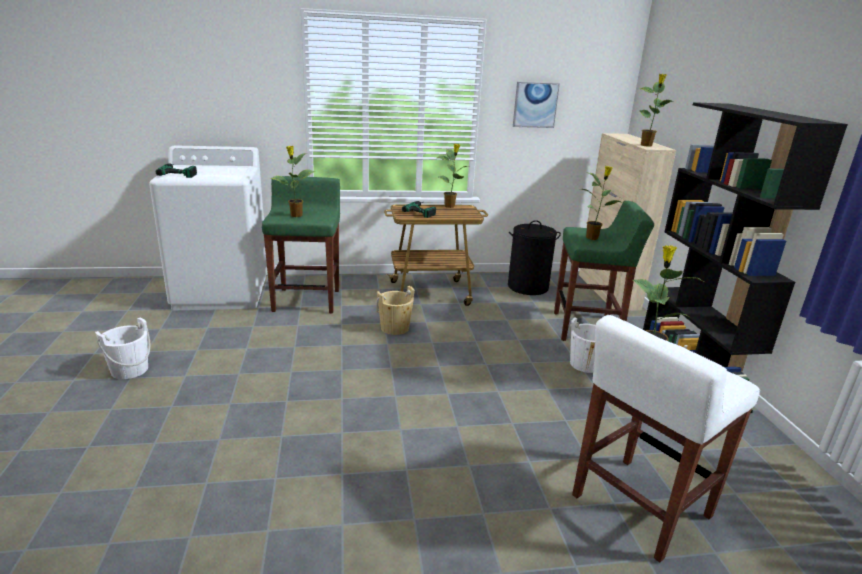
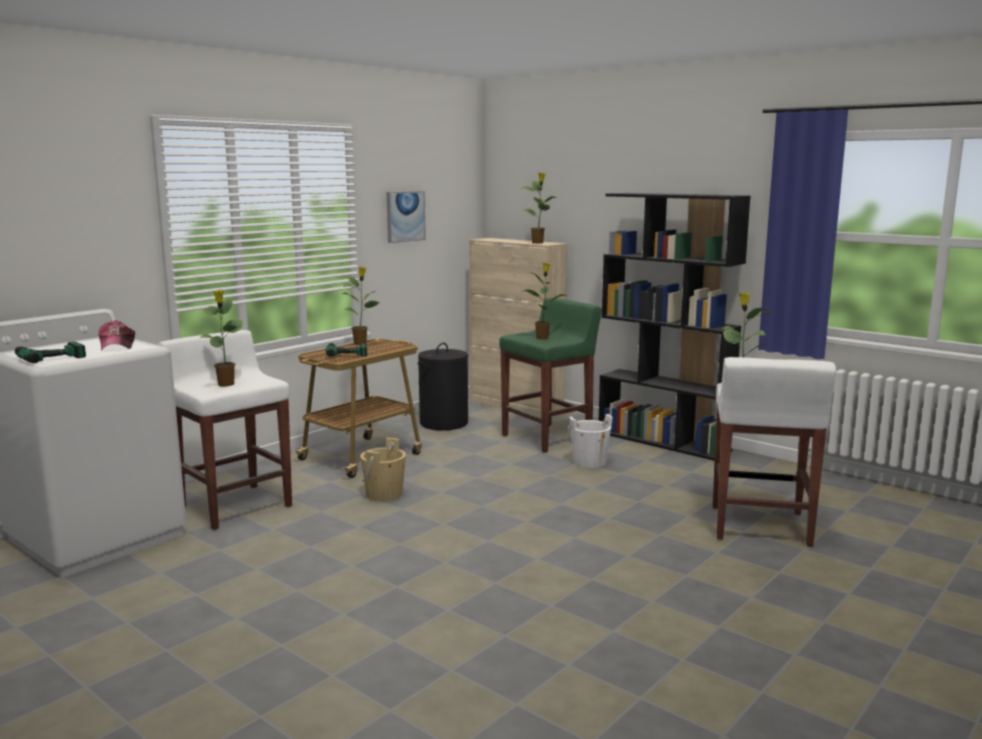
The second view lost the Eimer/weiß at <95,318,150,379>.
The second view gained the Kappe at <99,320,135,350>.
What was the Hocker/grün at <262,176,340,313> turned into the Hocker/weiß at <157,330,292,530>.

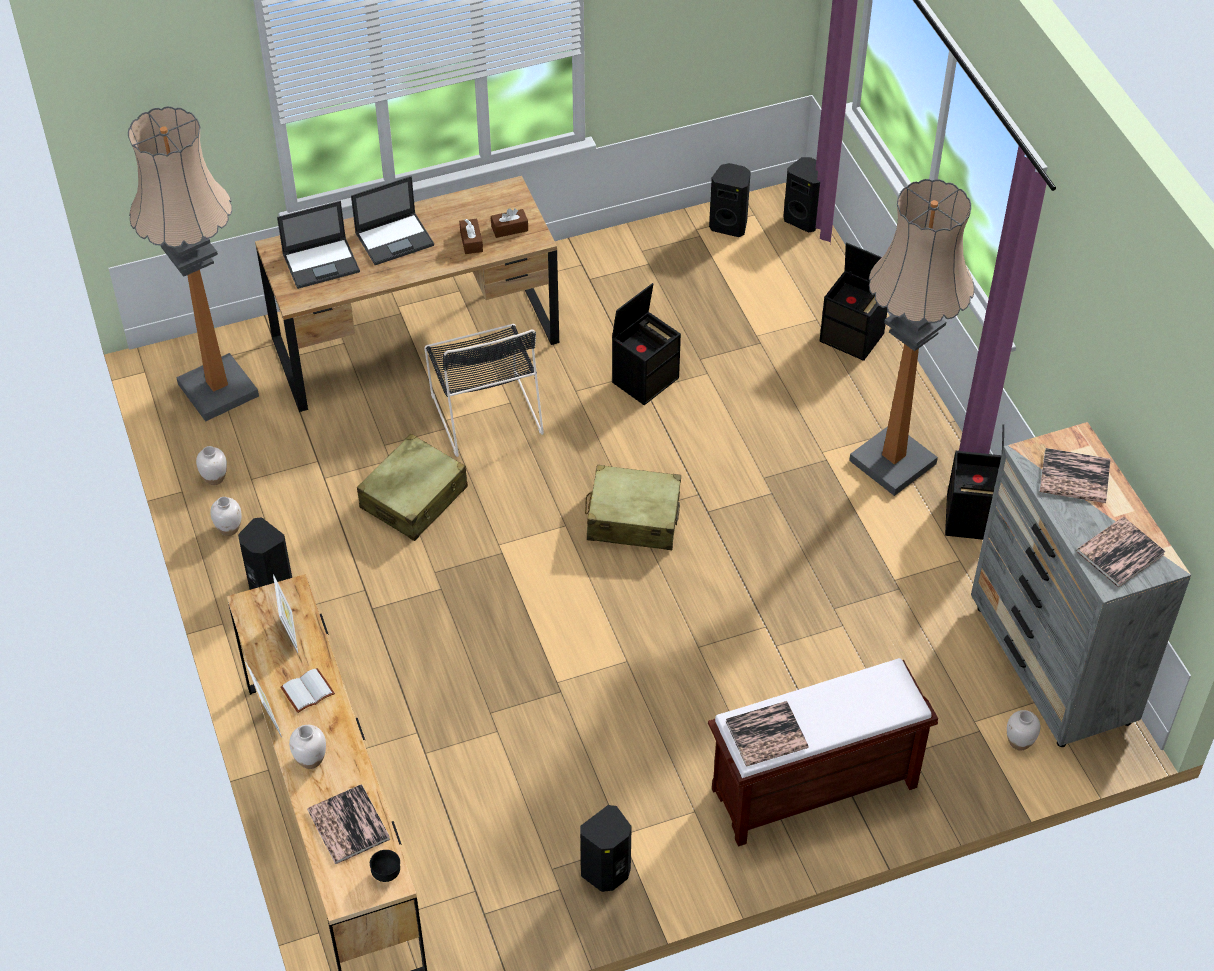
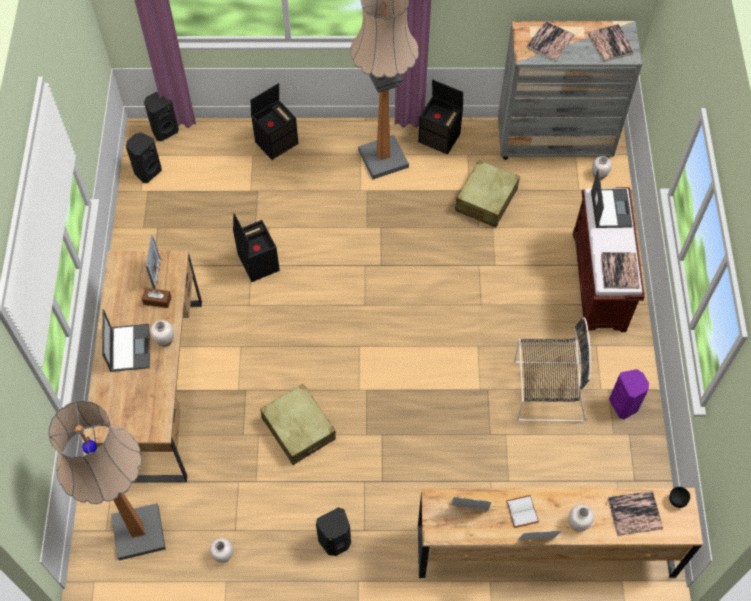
The Vase/weiß ended up elsewhere, having gone from <210,497,241,536> to <151,320,174,347>.
The Laptop ended up elsewhere, having gone from <277,201,360,289> to <591,169,633,228>.
The Stuhl/schwarz ended up elsewhere, having gone from <424,324,544,457> to <514,317,591,423>.
The Koffer/beige ended up elsewhere, having gone from <585,464,681,550> to <455,160,520,227>.
Where the Taschentuchbox/braun stood at <491,208,528,238>, the Bilderrahmen came to stand at <146,235,161,289>.
What was the Lautsprecher/schwarz at <580,805,632,892> turned into the Lautsprecher/lila at <609,369,649,419>.

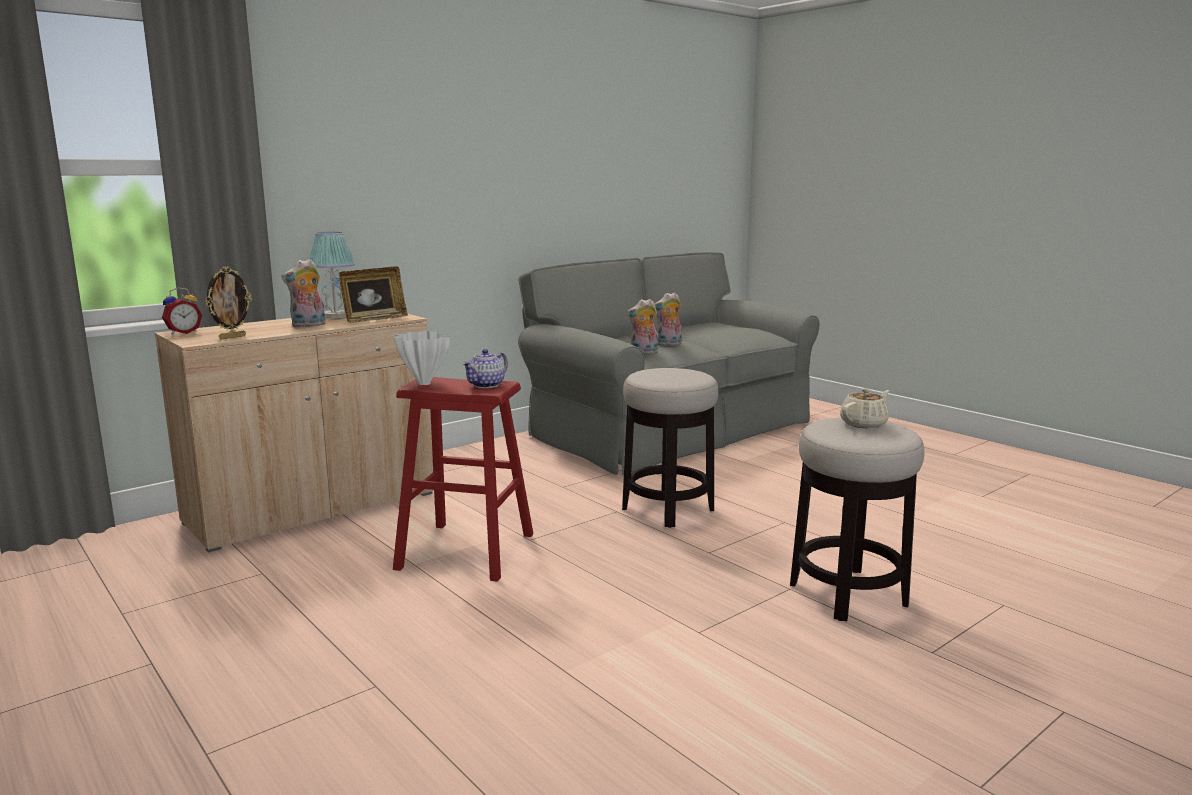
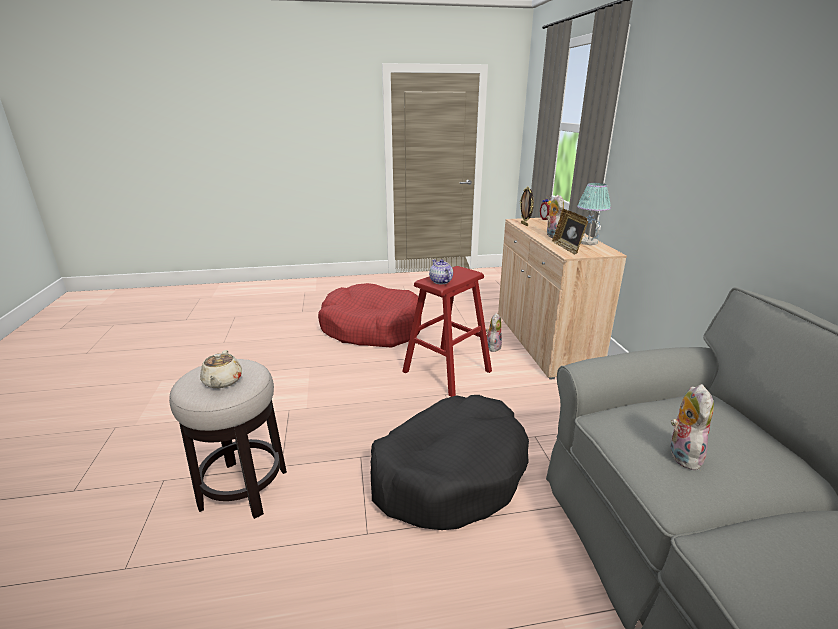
The second view lost the Vase/weiß at <394,331,450,385>.
The second view gained the Hundebett/rot at <318,283,421,348>.
The Plüschtier ended up elsewhere, having gone from <627,299,658,354> to <486,313,502,352>.
Where the Hocker stood at <622,368,719,528>, the Hundebett/schwarz came to stand at <371,395,529,530>.

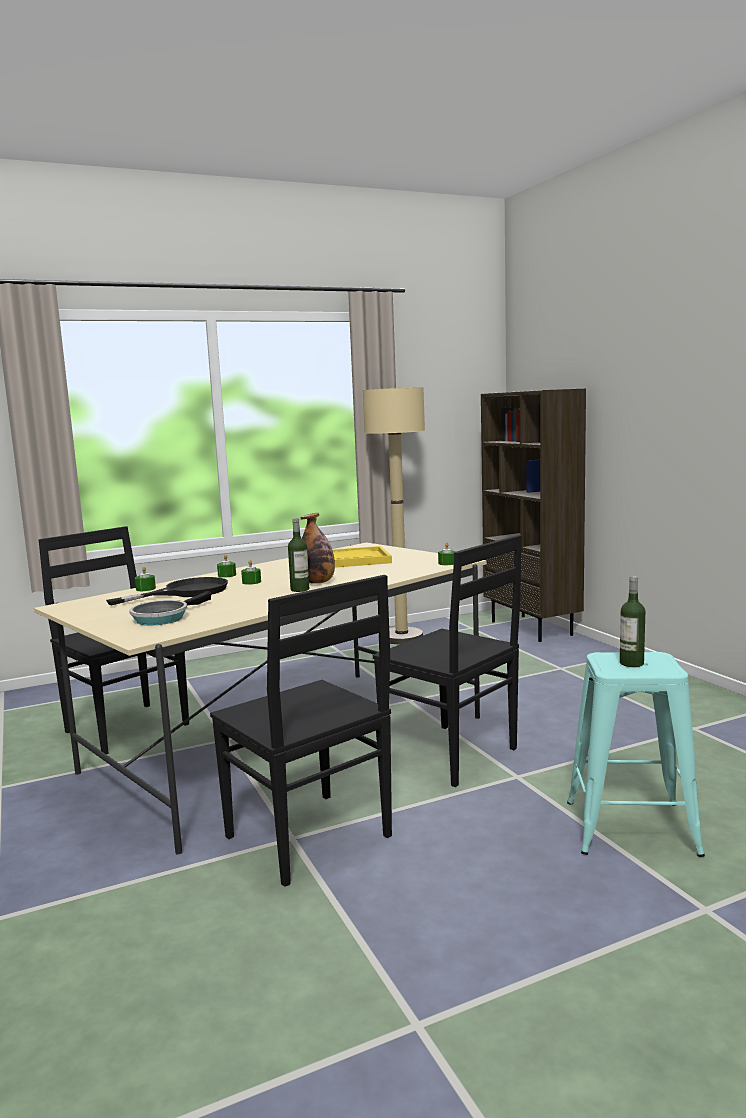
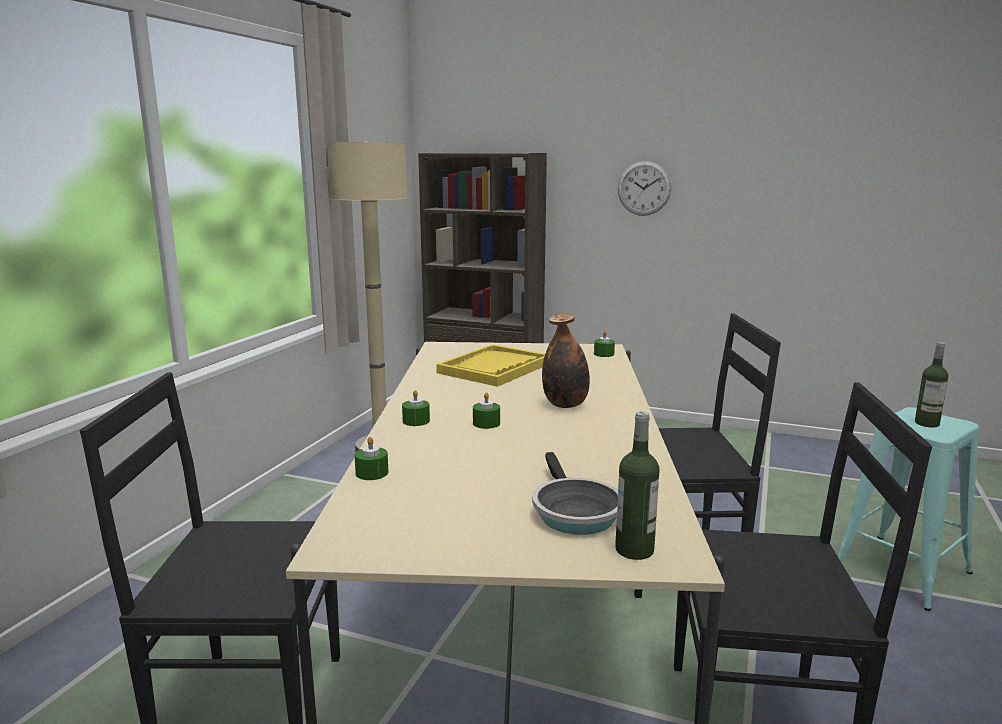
The second view lost the Pfanne/schwarz at <106,577,228,605>.
The second view gained the Wanduhr at <618,161,671,216>.
The Flasche ended up elsewhere, having gone from <288,518,309,592> to <615,411,660,560>.

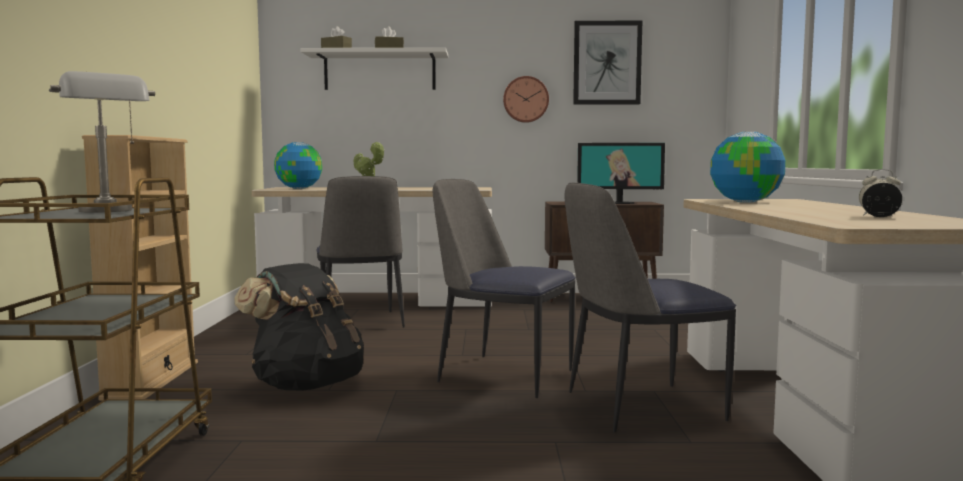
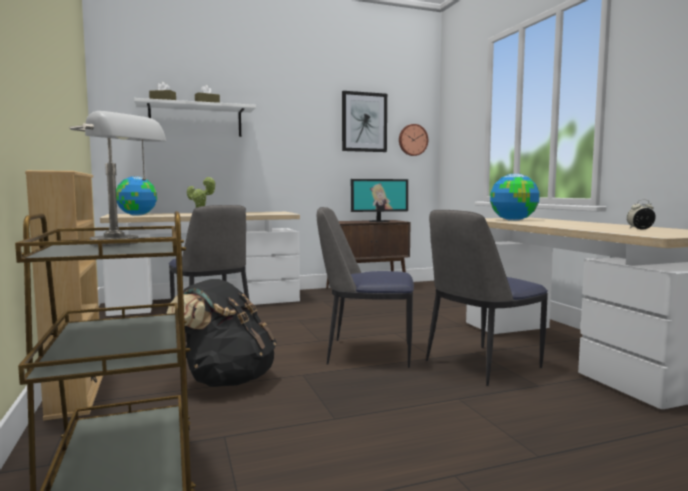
The Wanduhr ended up elsewhere, having gone from <503,76,549,123> to <399,124,428,156>.

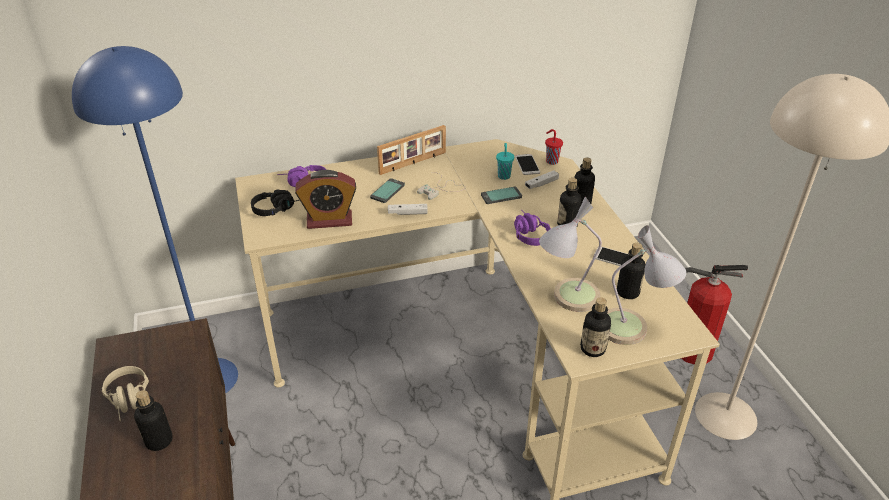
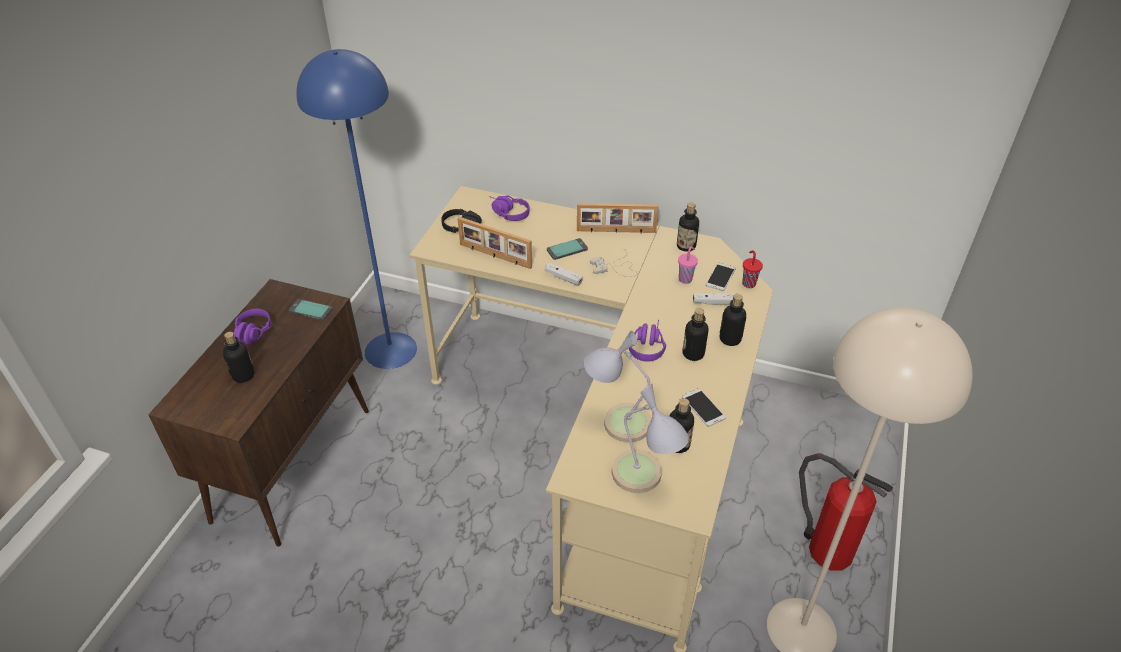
The Handy ended up elsewhere, having gone from <481,187,522,204> to <289,299,333,320>.
The Flasche ended up elsewhere, having gone from <580,297,611,357> to <677,203,699,252>.
Where the Wecker stood at <295,170,356,229>, the Bilderrahmen came to stand at <458,217,532,269>.
What was the Kopfhörer/beige at <102,366,149,421> turned into the Kopfhörer/lila at <234,309,271,345>.
What was the Tasse/türkis at <496,143,514,180> turned into the Tasse/rosa at <678,246,698,284>.

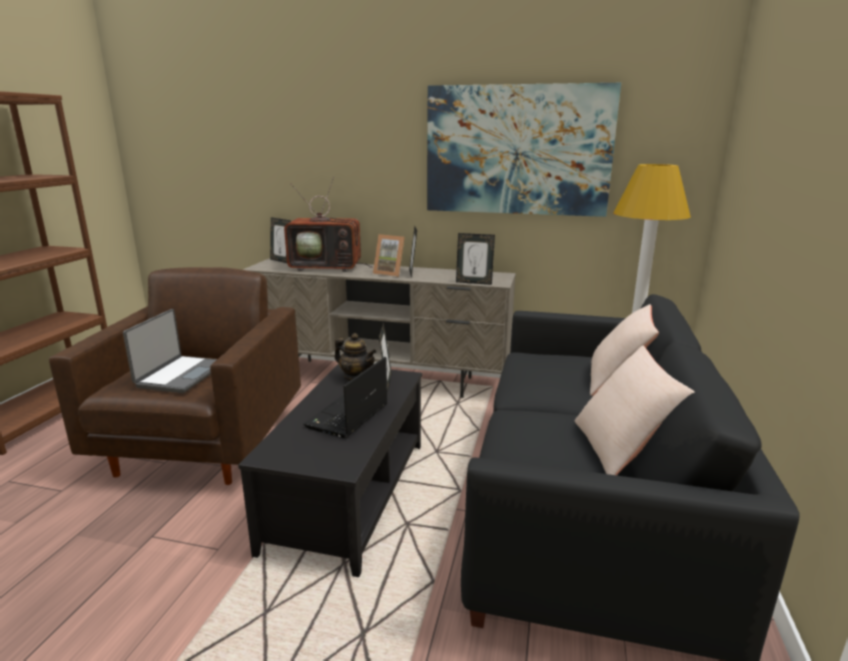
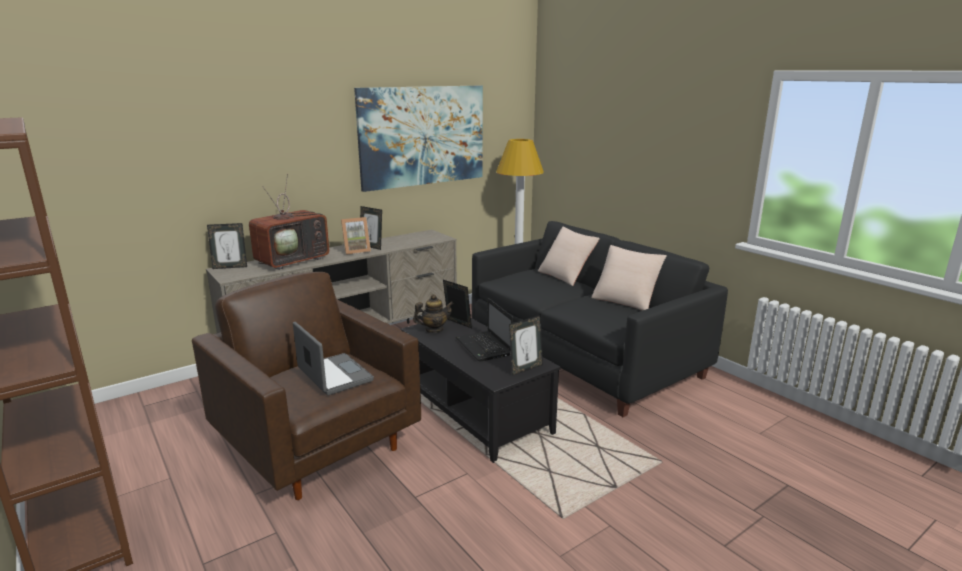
The Bilderrahmen ended up elsewhere, having gone from <456,233,495,285> to <509,315,543,376>.

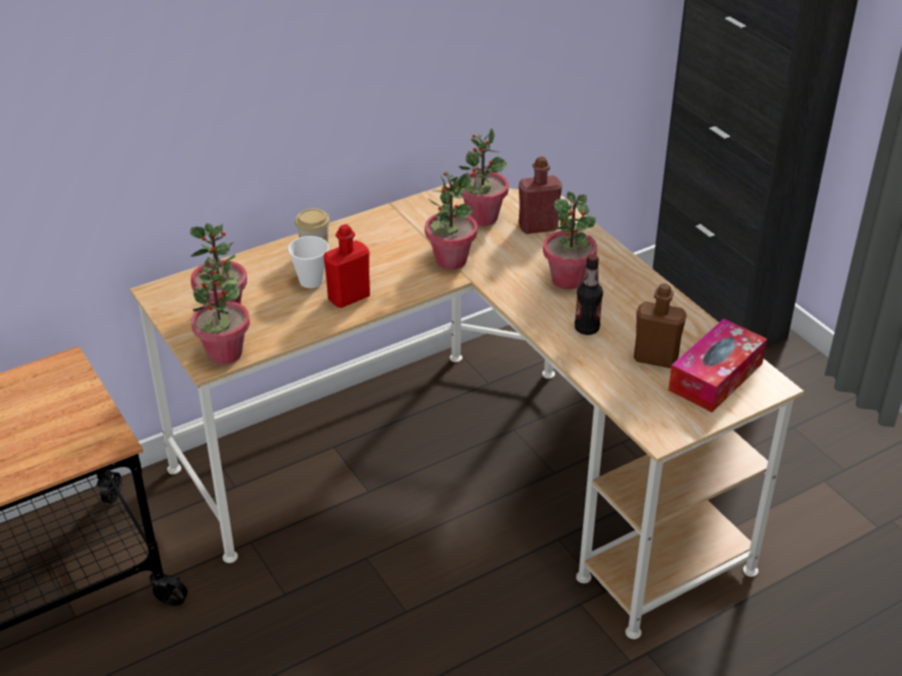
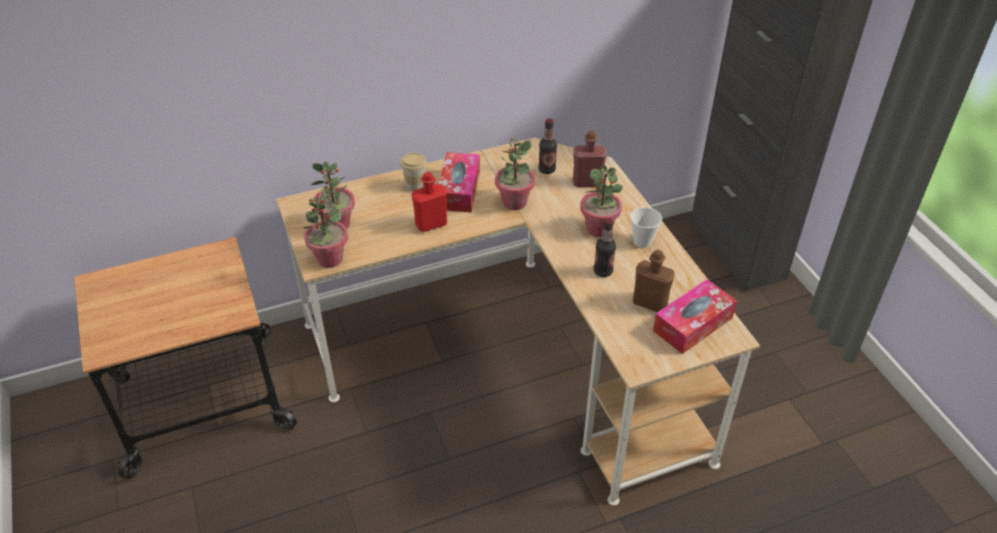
The second view gained the Taschentuchbox at <439,152,480,212>.
The Tasse ended up elsewhere, having gone from <288,236,329,288> to <630,207,662,248>.
Where the Topfpflanze stood at <459,128,509,226>, the Flasche came to stand at <538,118,557,174>.

